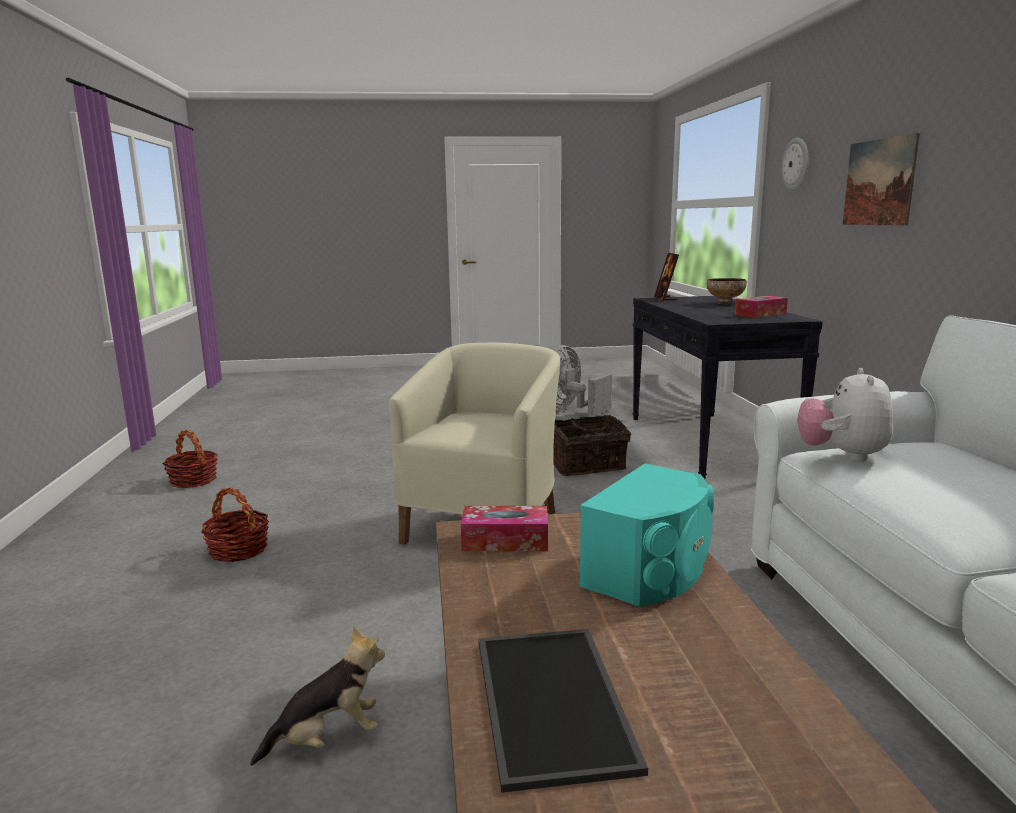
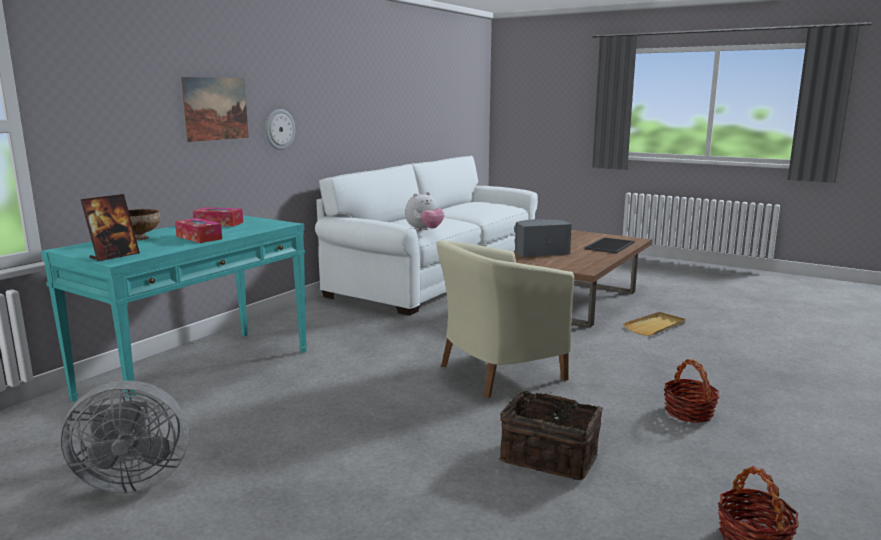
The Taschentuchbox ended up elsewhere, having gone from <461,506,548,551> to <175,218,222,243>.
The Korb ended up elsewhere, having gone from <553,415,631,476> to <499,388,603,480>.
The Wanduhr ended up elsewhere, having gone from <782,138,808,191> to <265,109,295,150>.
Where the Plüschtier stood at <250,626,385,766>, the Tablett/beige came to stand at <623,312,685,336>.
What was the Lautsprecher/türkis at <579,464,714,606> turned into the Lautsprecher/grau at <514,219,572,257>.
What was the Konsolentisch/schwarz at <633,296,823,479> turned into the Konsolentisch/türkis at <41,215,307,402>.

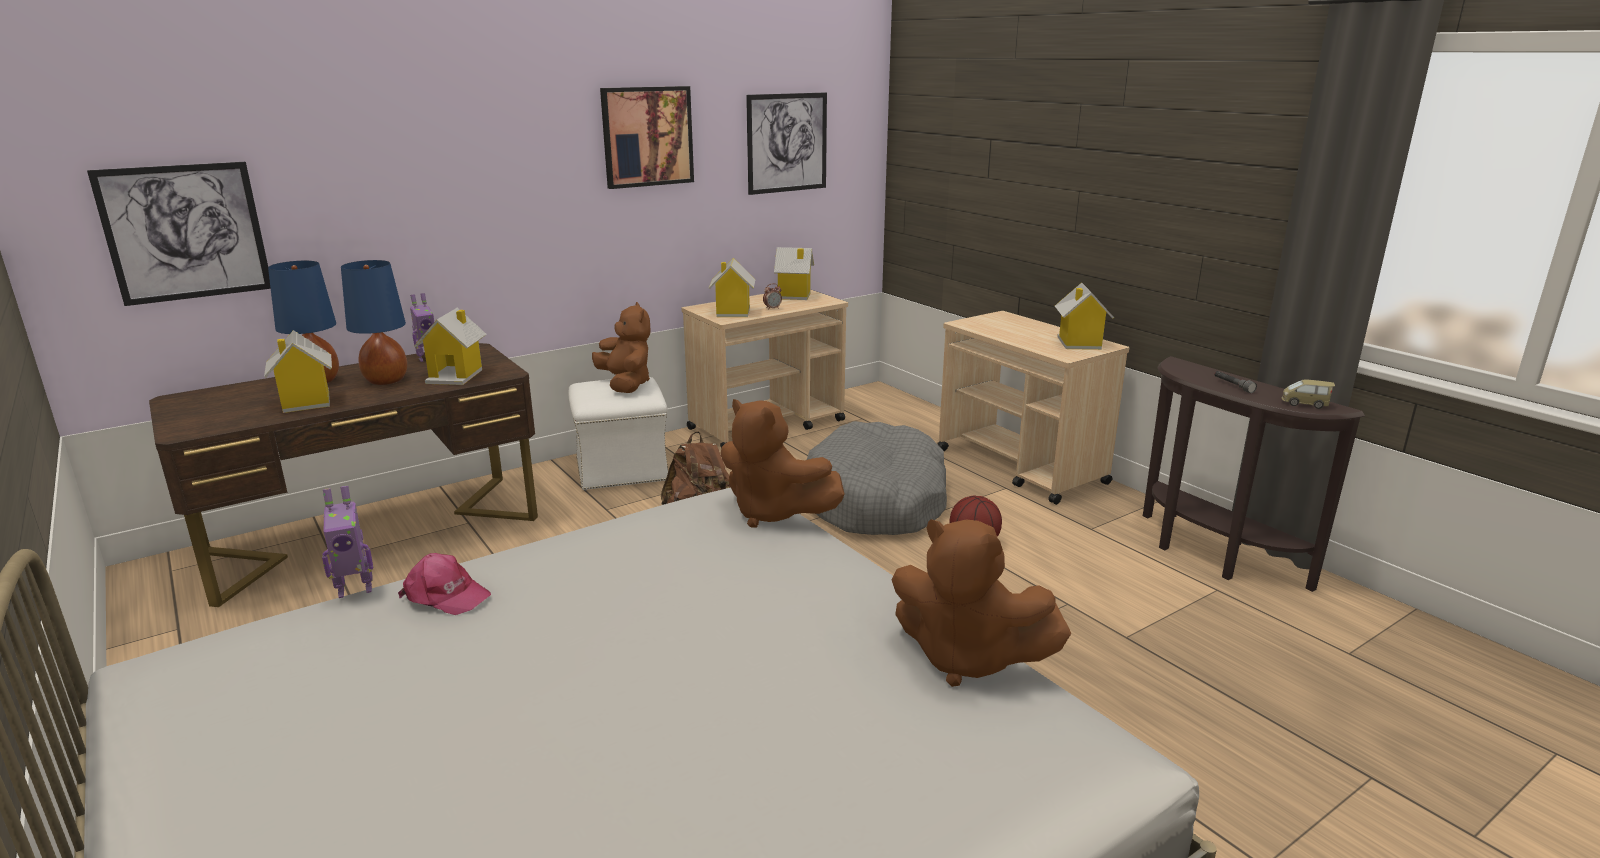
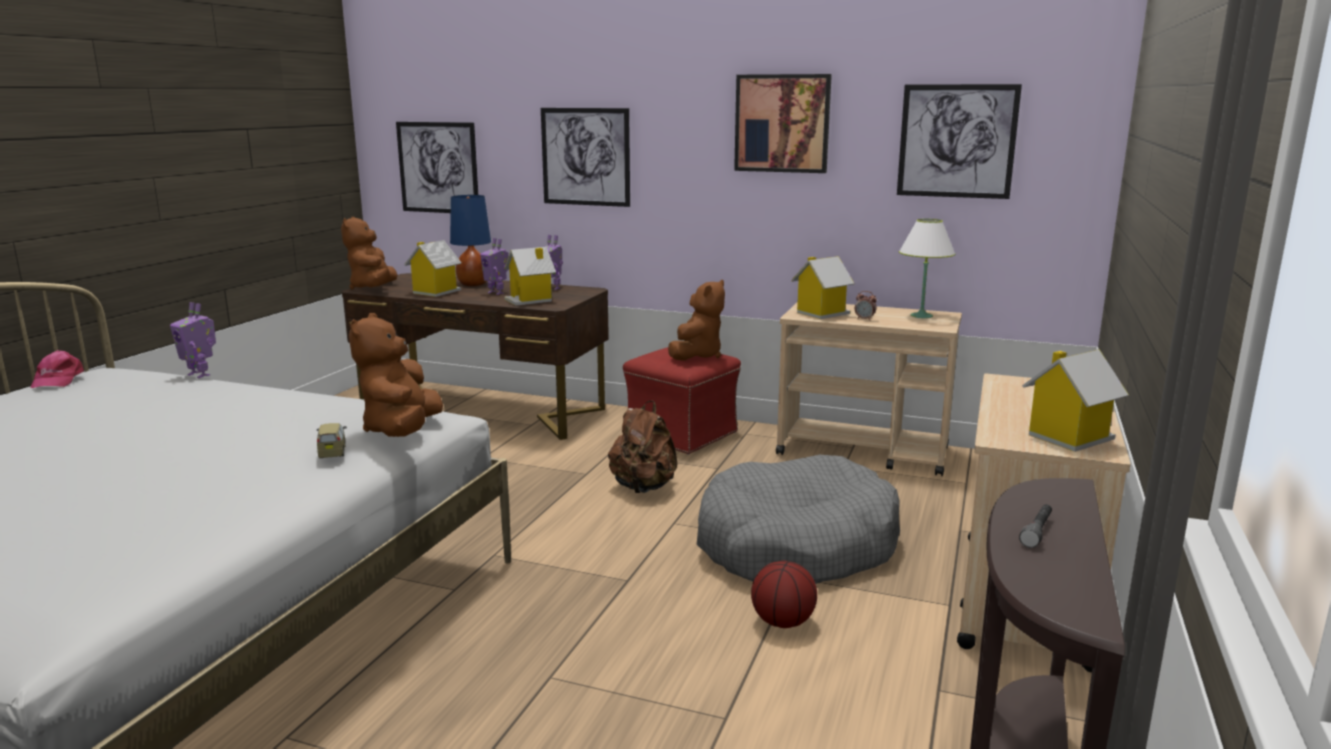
The second view gained the Bild at <541,108,630,207>.
The Kappe/rosa ended up elsewhere, having gone from <398,553,491,615> to <31,350,84,388>.
The Plüschtier/braun ended up elsewhere, having gone from <891,519,1071,687> to <341,217,397,290>.
The Spielzeugauto ended up elsewhere, having gone from <1281,380,1335,409> to <317,423,347,458>.
Where the Tischlampe/blau stood at <341,260,407,385>, the Spielzeugroboter came to stand at <480,238,509,295>.
Where the Spielzeughaus stood at <774,247,814,300>, the Tischlampe/weiß came to stand at <899,219,955,318>.
What was the Polsterhocker/weiß at <568,377,668,490> turned into the Polsterhocker/rot at <623,347,741,455>.

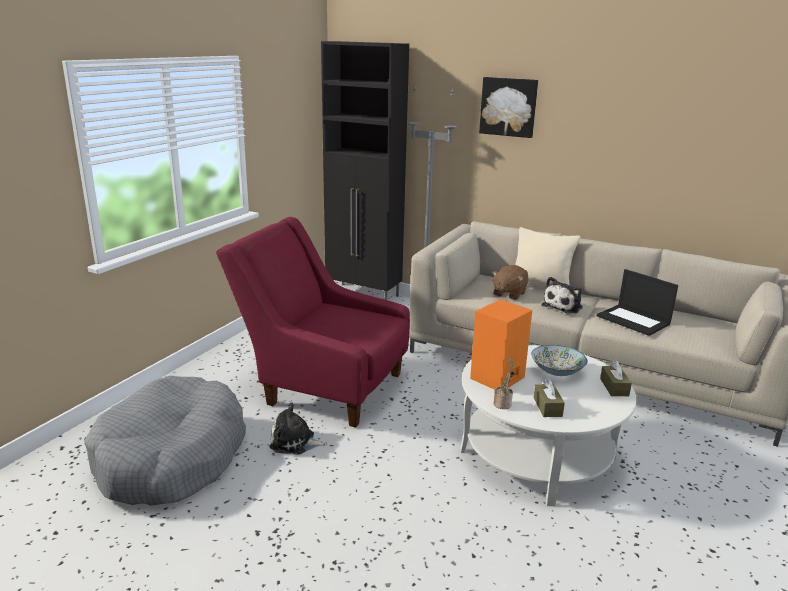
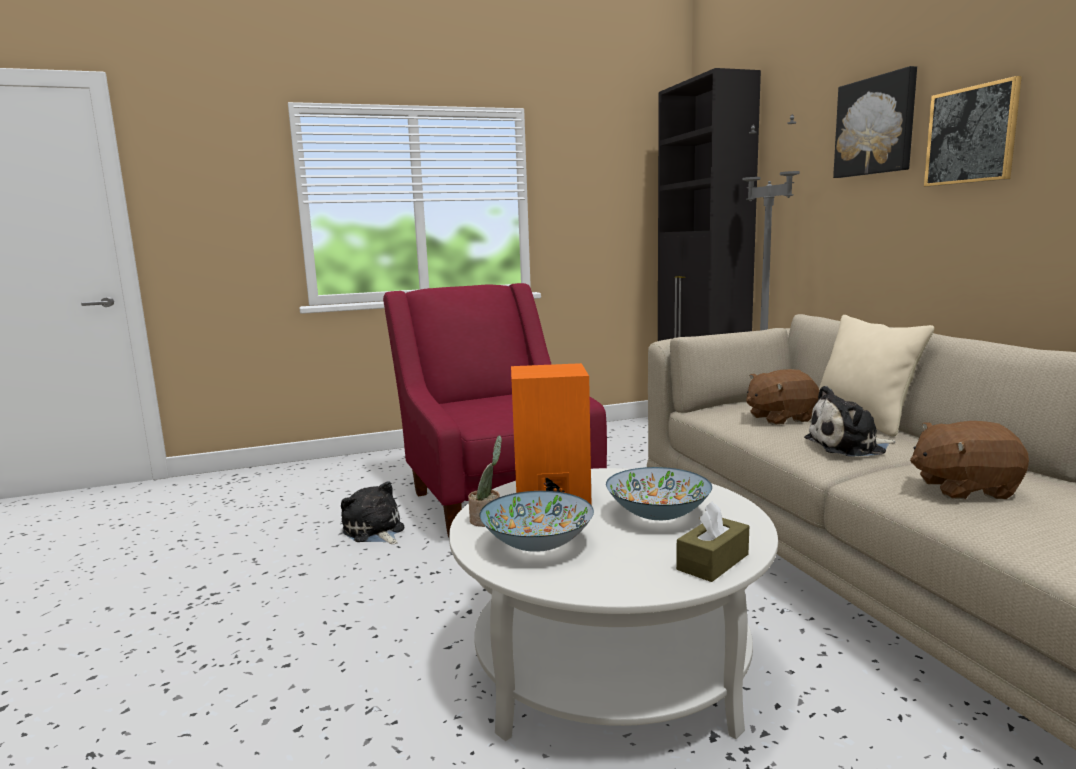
The second view lost the Hundebett/grau at <84,376,246,506>.
The second view gained the Bild at <924,76,1022,187>.
Where the Taschentuchbox/braun stood at <534,379,565,417>, the Schüssel came to stand at <479,491,594,552>.
Where the Laptop stood at <596,269,678,336>, the Plüschtier/braun came to stand at <910,421,1029,499>.

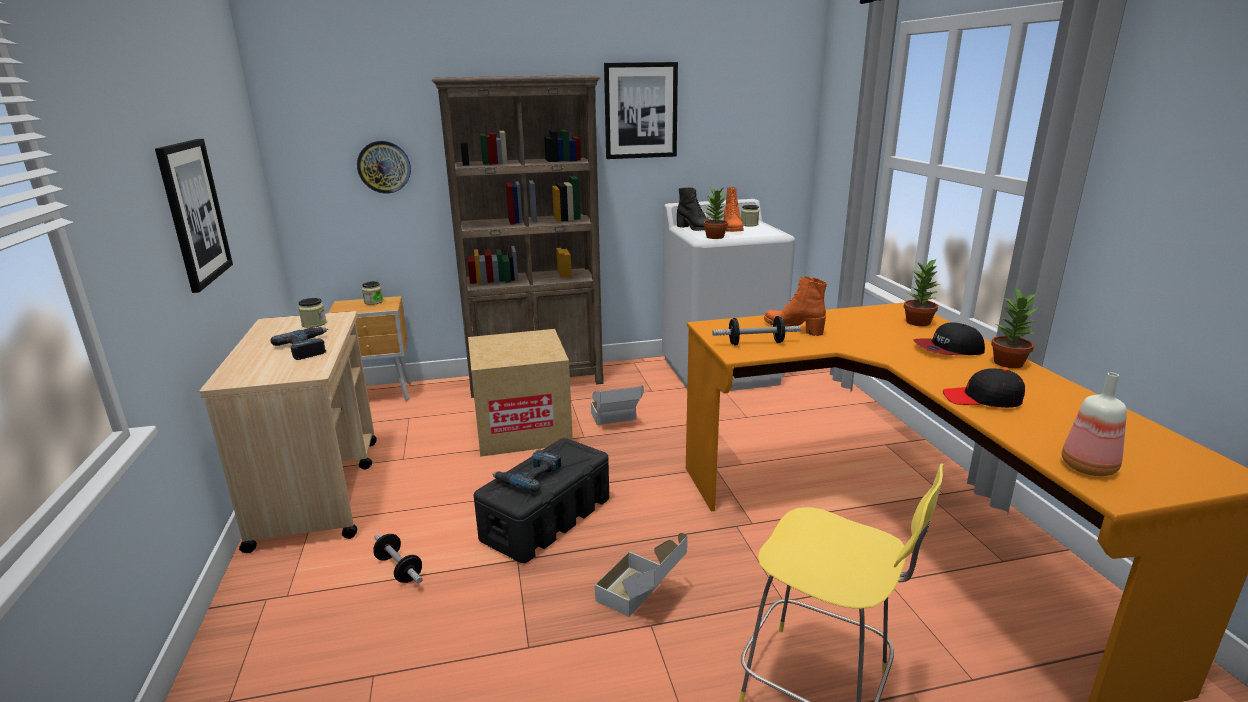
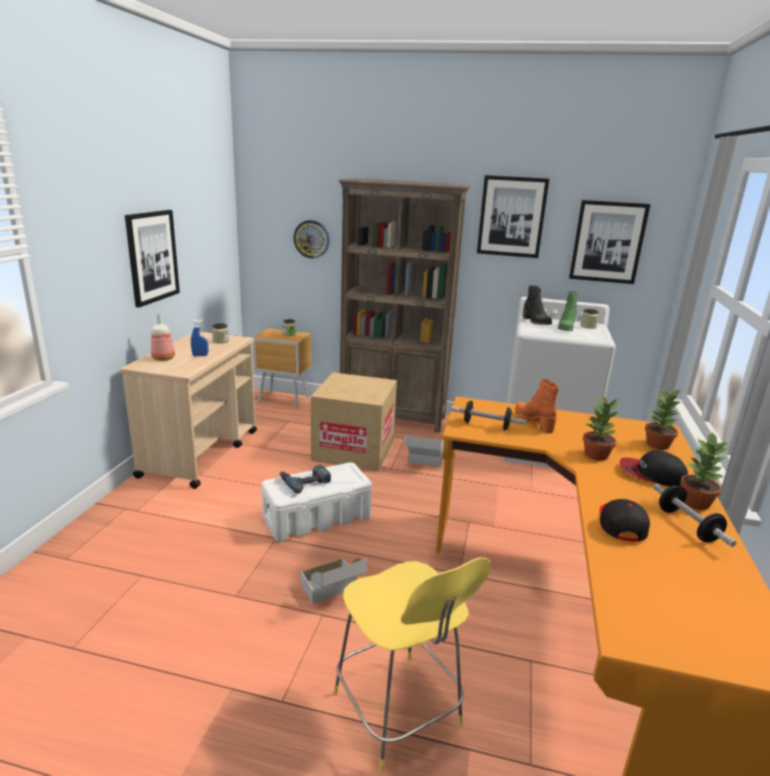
The second view gained the Bild at <569,200,650,284>.
The Hantel ended up elsewhere, having gone from <373,534,423,584> to <653,484,736,547>.
The Topfpflanze ended up elsewhere, having gone from <703,187,728,239> to <583,395,620,461>.
The Flasche ended up elsewhere, having gone from <1062,373,1127,476> to <151,313,175,361>.
Where the Bohrmaschine stood at <271,327,328,360>, the Sprühflasche/blau came to stand at <191,319,208,356>.
What was the Aufbewahrungsbox/schwarz at <474,438,609,563> turned into the Aufbewahrungsbox/weiß at <261,462,372,542>.
What was the Stiefel/orange at <724,187,744,232> turned into the Stiefel/grün at <558,291,577,331>.
The Kappe/schwarz at <943,368,1025,408> ended up facing another way, 60 degrees clockwise from before.

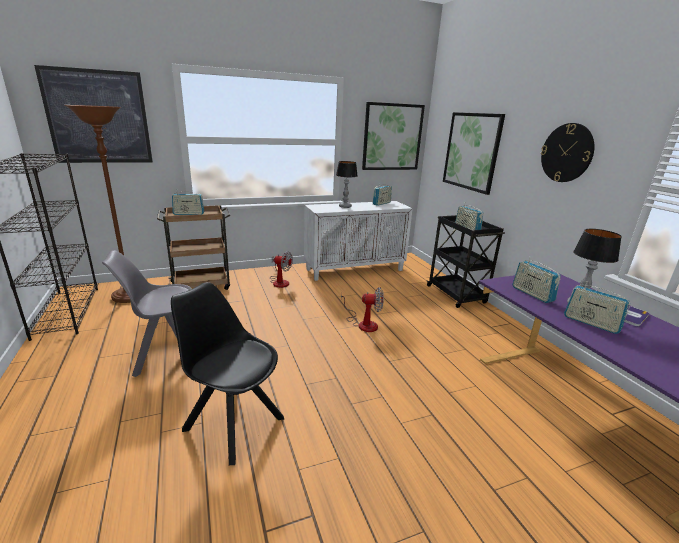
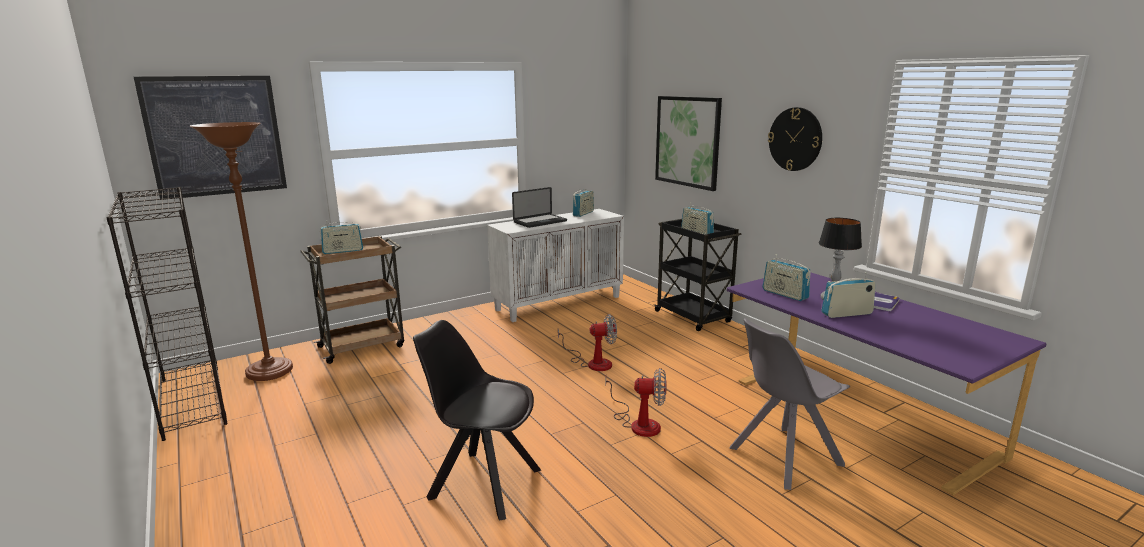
The second view lost the Bild at <362,102,425,170>.
The Stuhl/grau ended up elsewhere, having gone from <102,250,192,377> to <729,318,850,490>.
The Ventilator ended up elsewhere, having gone from <270,251,293,288> to <606,368,667,437>.
Where the Tischlampe stood at <336,161,357,208>, the Laptop came to stand at <512,187,567,228>.
The Radio at <564,281,630,334> ended up facing another way, 135 degrees clockwise from before.

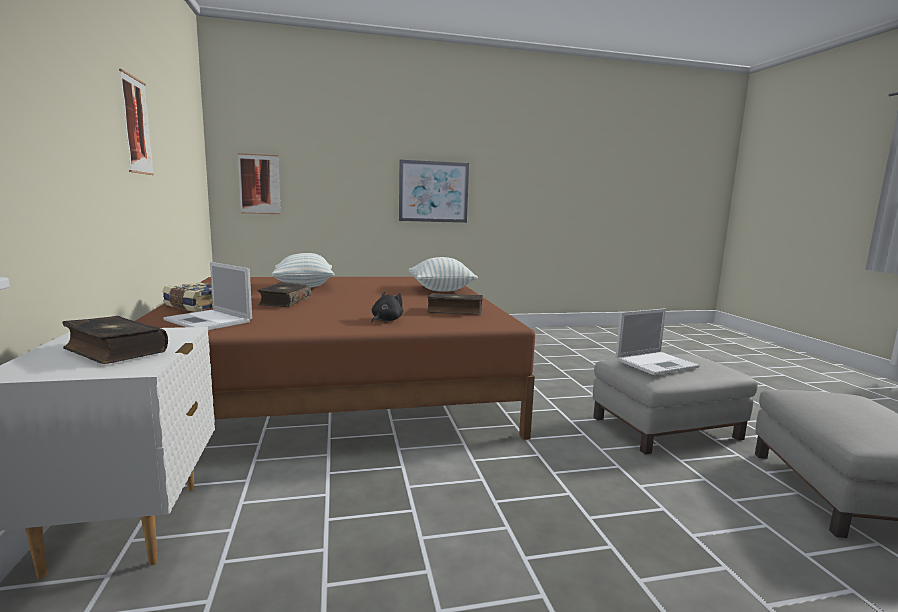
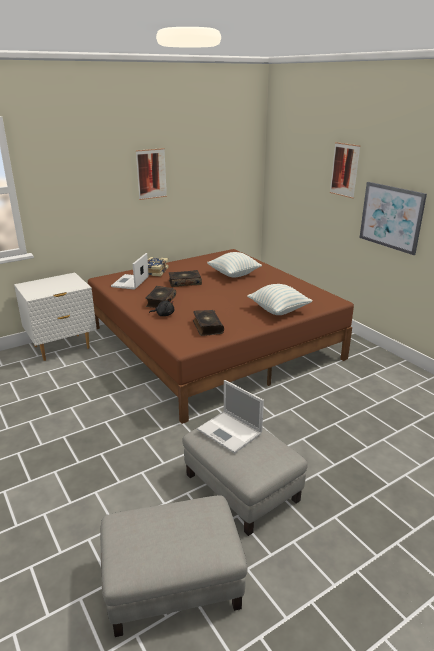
The Buch ended up elsewhere, having gone from <62,316,168,364> to <146,286,176,308>.
The Bild ended up elsewhere, having gone from <238,153,281,214> to <330,142,360,199>.

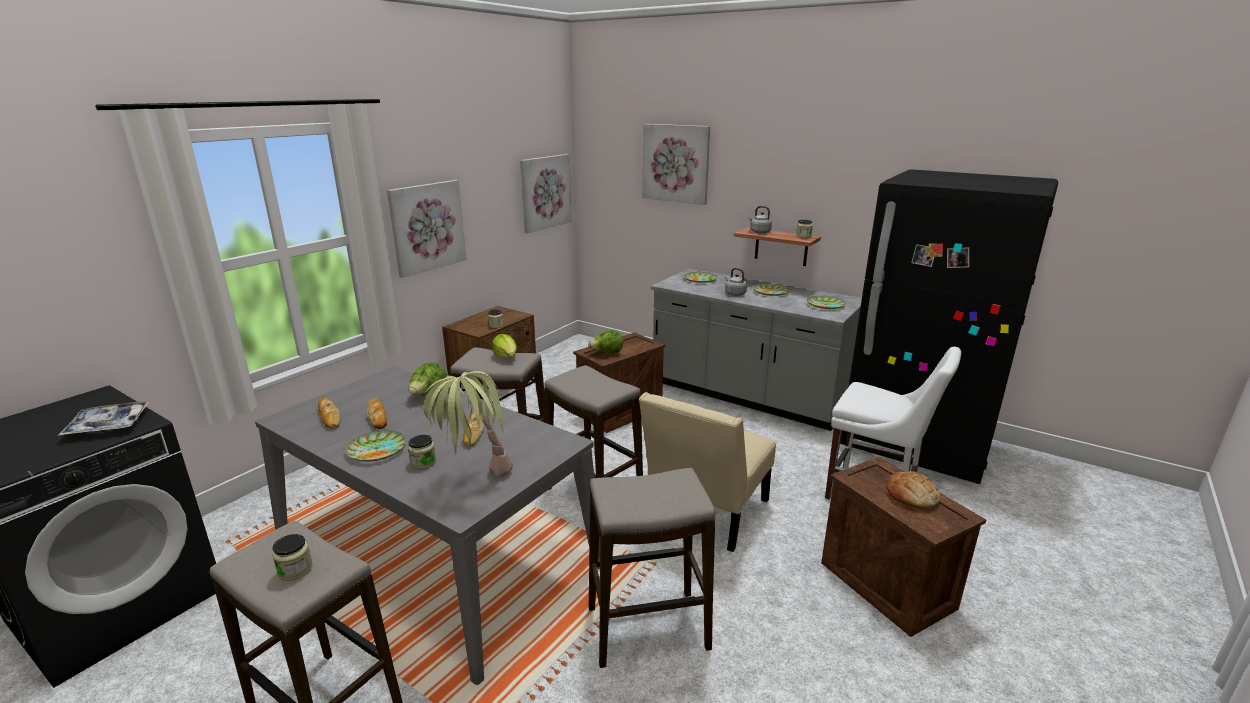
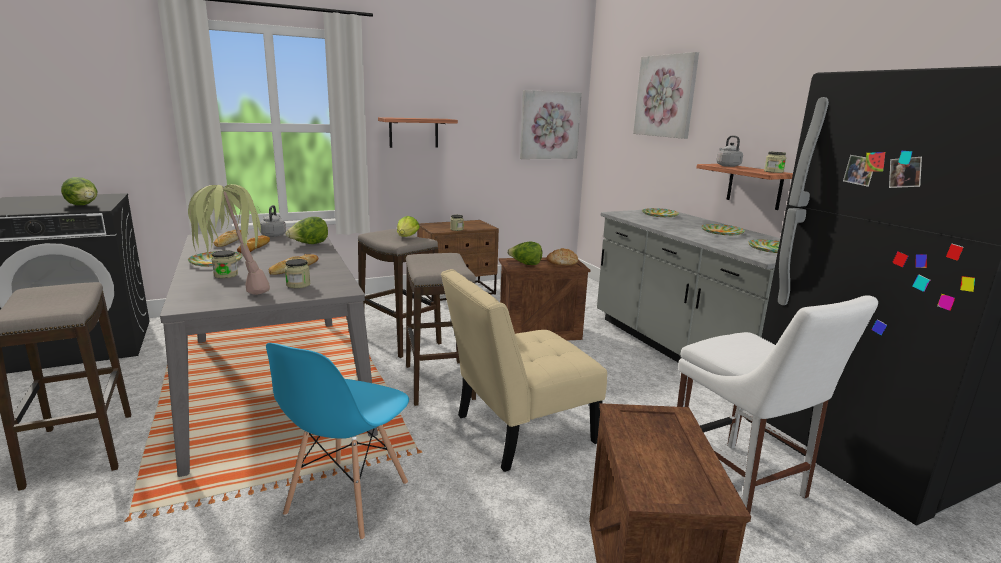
The Vorratsglas ended up elsewhere, having gone from <272,534,313,581> to <285,259,310,288>.
The Wasserkessel/grau ended up elsewhere, having gone from <725,268,747,296> to <260,205,286,237>.
The Brot ended up elsewhere, having gone from <887,471,941,508> to <546,248,578,265>.
Where the Tablett stood at <58,401,150,436>, the Salatkopf came to stand at <61,177,97,205>.
Where the Bild hung at <387,180,467,278>, the Wandregal came to hang at <378,117,458,148>.
Where the Hocker stood at <589,468,715,668>, the Stuhl/blau came to stand at <266,343,409,540>.

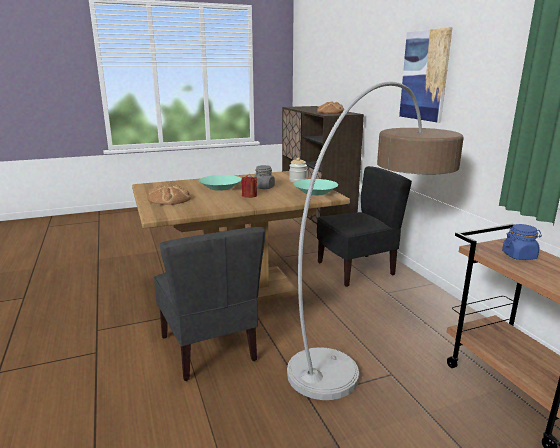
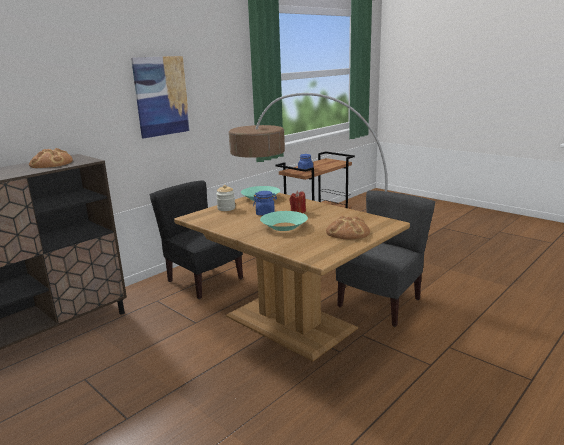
What was the Vorratsglas/grau at <254,165,275,189> turned into the Vorratsglas/blau at <253,191,277,215>.

